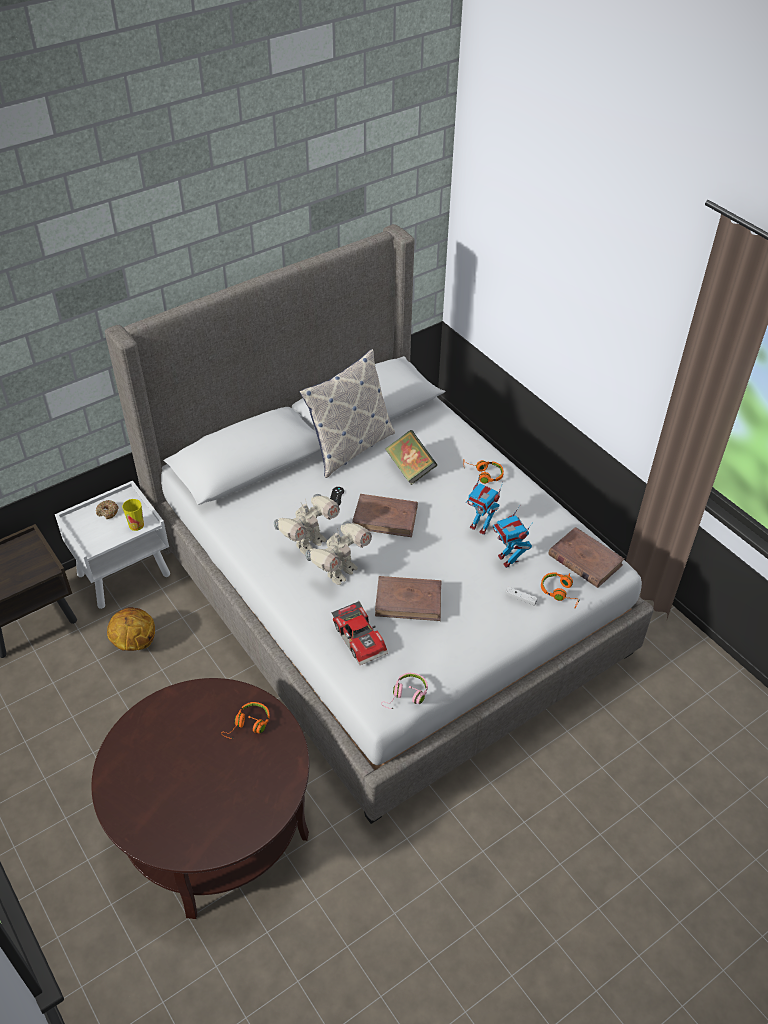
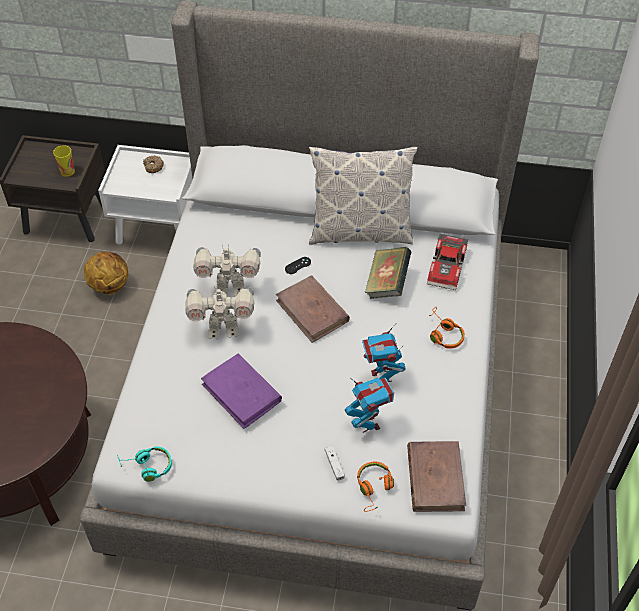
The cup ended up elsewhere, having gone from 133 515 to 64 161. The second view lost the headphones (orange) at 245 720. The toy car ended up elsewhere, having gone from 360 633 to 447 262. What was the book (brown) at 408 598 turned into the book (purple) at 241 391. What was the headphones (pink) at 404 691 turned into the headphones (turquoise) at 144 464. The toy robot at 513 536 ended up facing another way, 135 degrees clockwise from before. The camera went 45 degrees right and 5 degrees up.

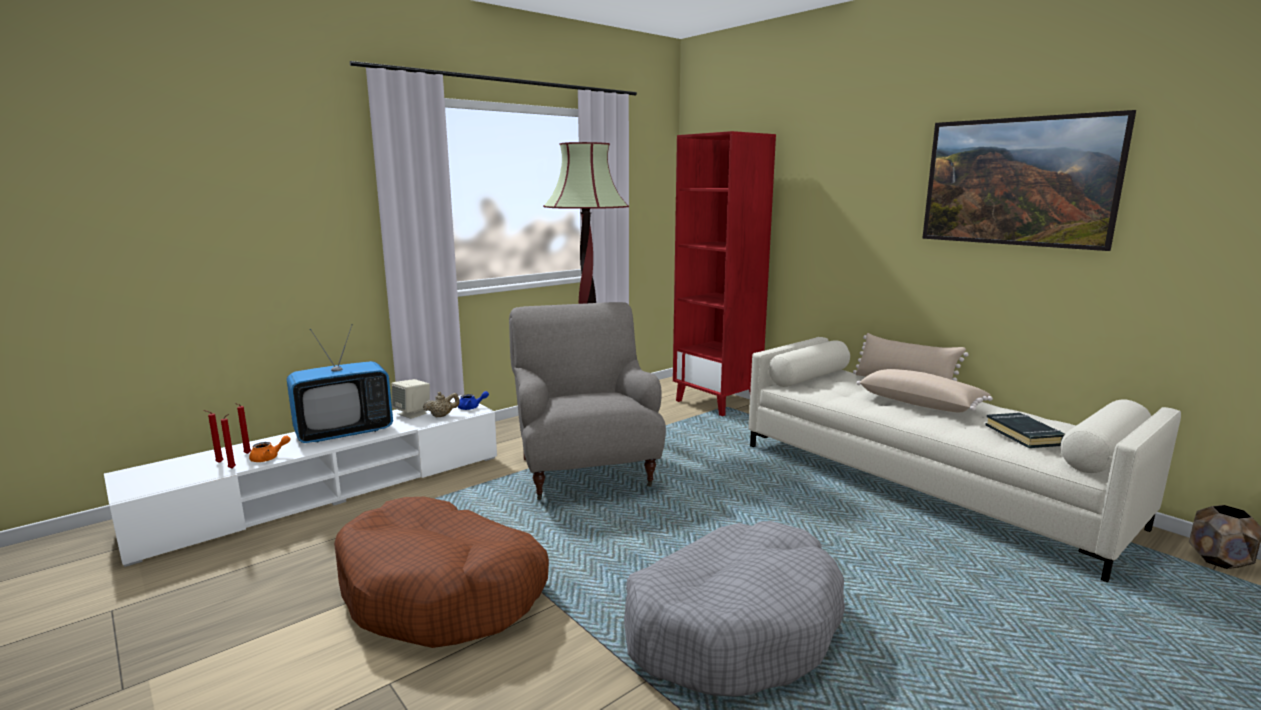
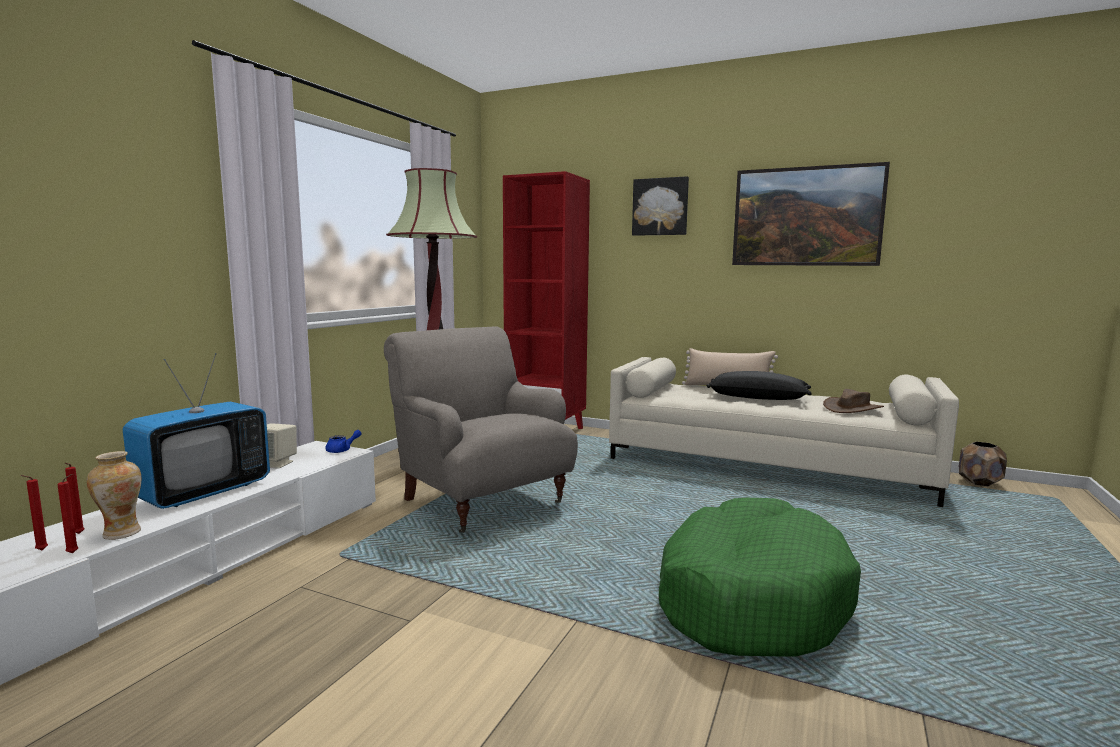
Where the teapot (orange) stood at 270 448, the vase came to stand at 114 495. The second view lost the dog bed (brown) at 441 572. The second view lost the teapot (beige) at 441 405. What was the dog bed (grey) at 734 609 turned into the dog bed (green) at 760 577. What was the pillow (beige) at 924 390 turned into the pillow (black) at 759 385. Where the book (black) stood at 1025 430, the hat (brown) came to stand at 853 401. The second view gained the picture at 660 206. The camera went 25 degrees left and 5 degrees down.

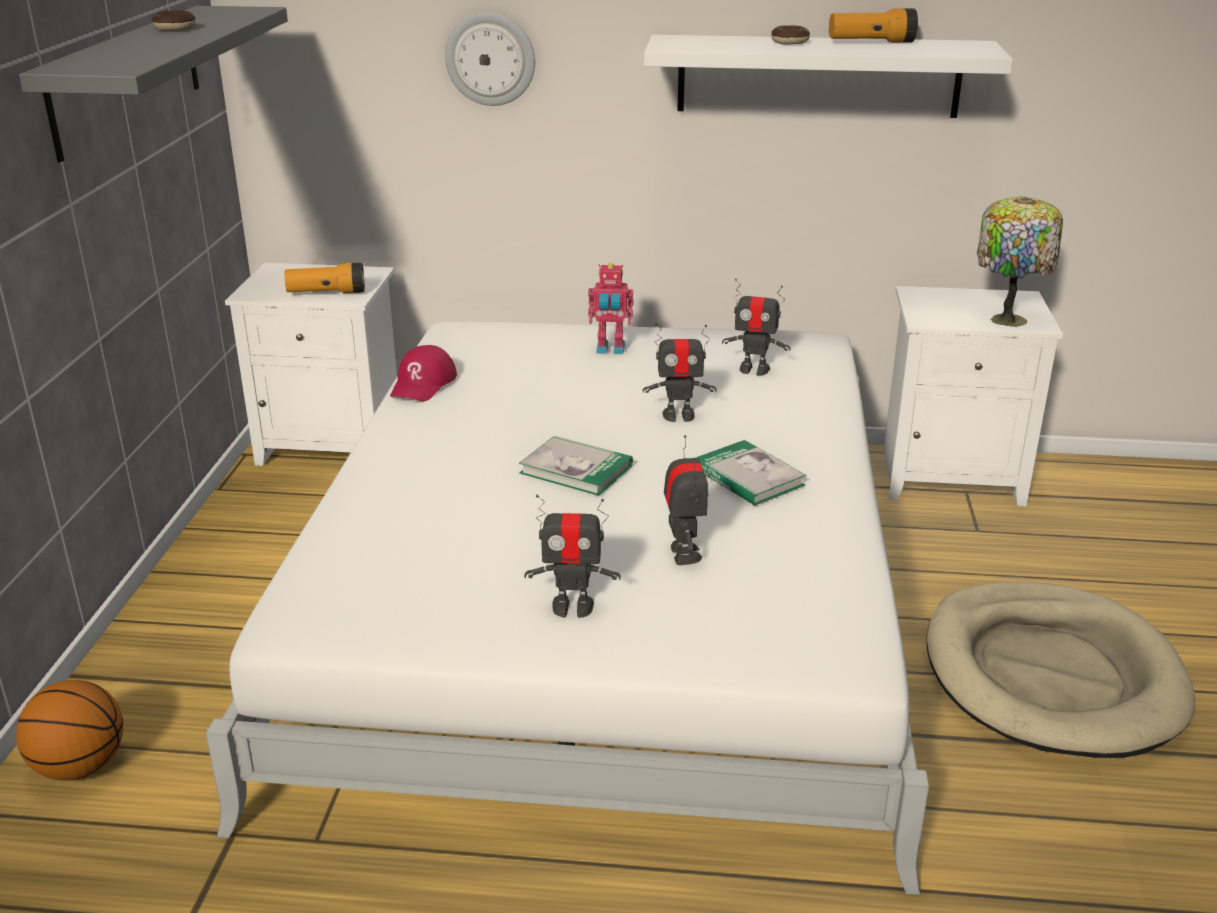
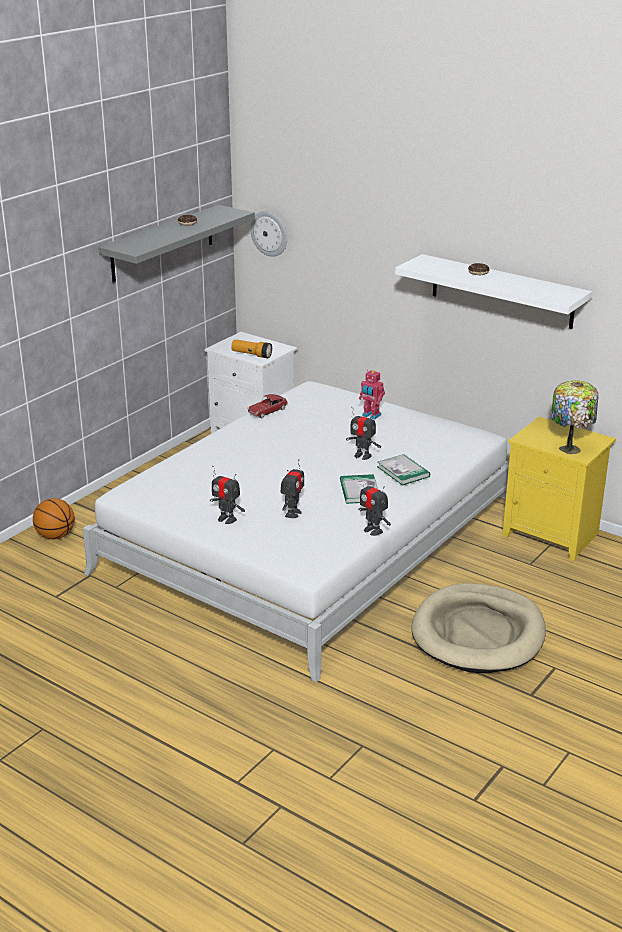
Where the cap (red) stood at 423 373, the toy car came to stand at 267 406. The wall clock ended up elsewhere, having gone from 490 59 to 268 234. The book ended up elsewhere, having gone from 576 466 to 403 470. The toy robot ended up elsewhere, having gone from 756 327 to 374 505. The second view lost the flashlight at 873 25. What was the nightstand (white) at 973 396 turned into the nightstand (yellow) at 559 489. The camera went 30 degrees right and 0 degrees up.

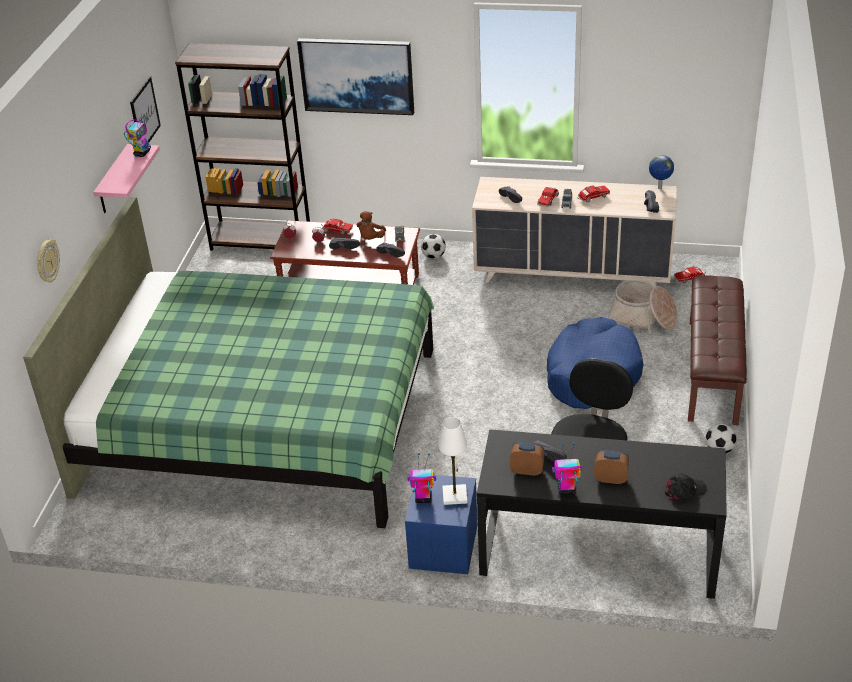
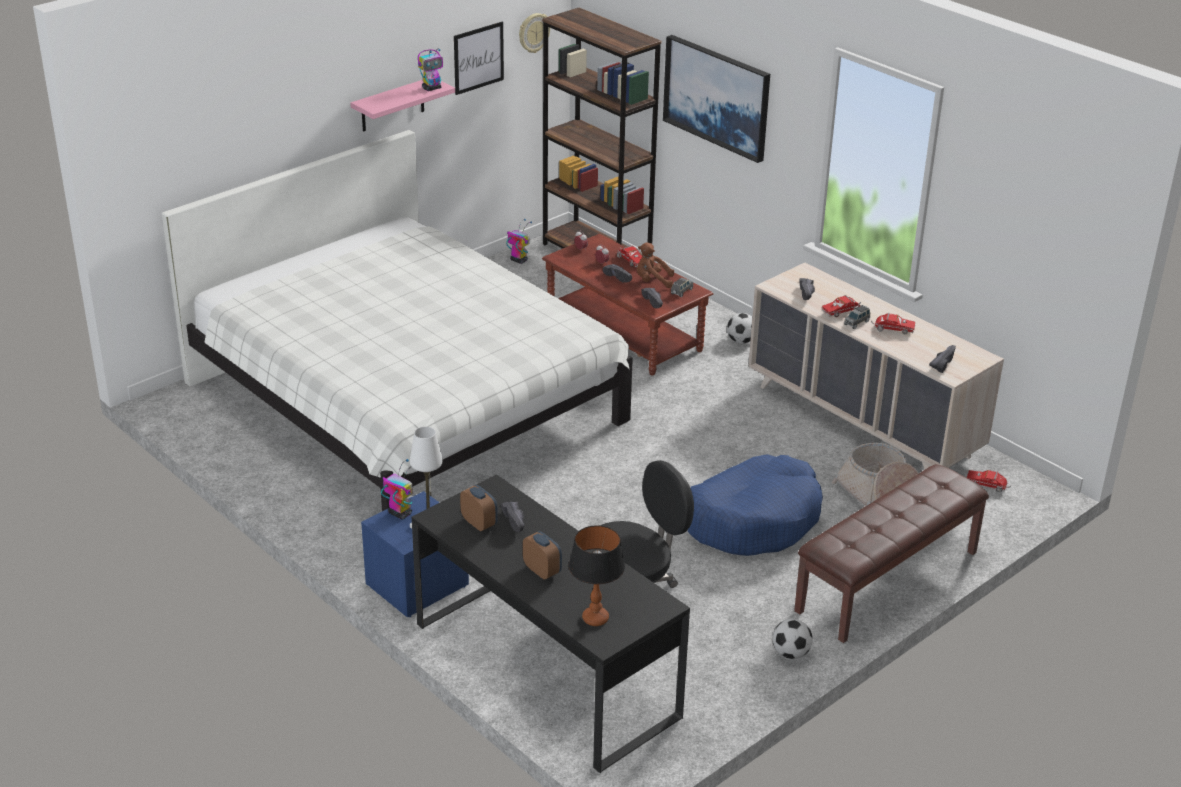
What was the bed (green) at 228 362 turned into the bed (white) at 397 320. The wall clock ended up elsewhere, having gone from 48 261 to 534 33. The plush toy (brown) at 371 225 ended up facing another way, 45 degrees clockwise from before. The toy robot ended up elsewhere, having gone from 567 468 to 519 241. The second view lost the globe at 661 172. Where the cap (black) stood at 686 487, the table lamp came to stand at 597 575. The camera went 35 degrees right and 5 degrees down.

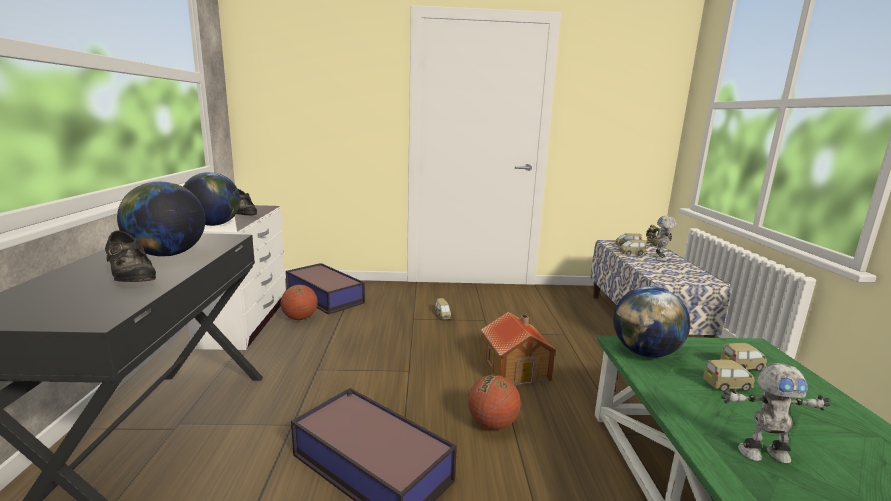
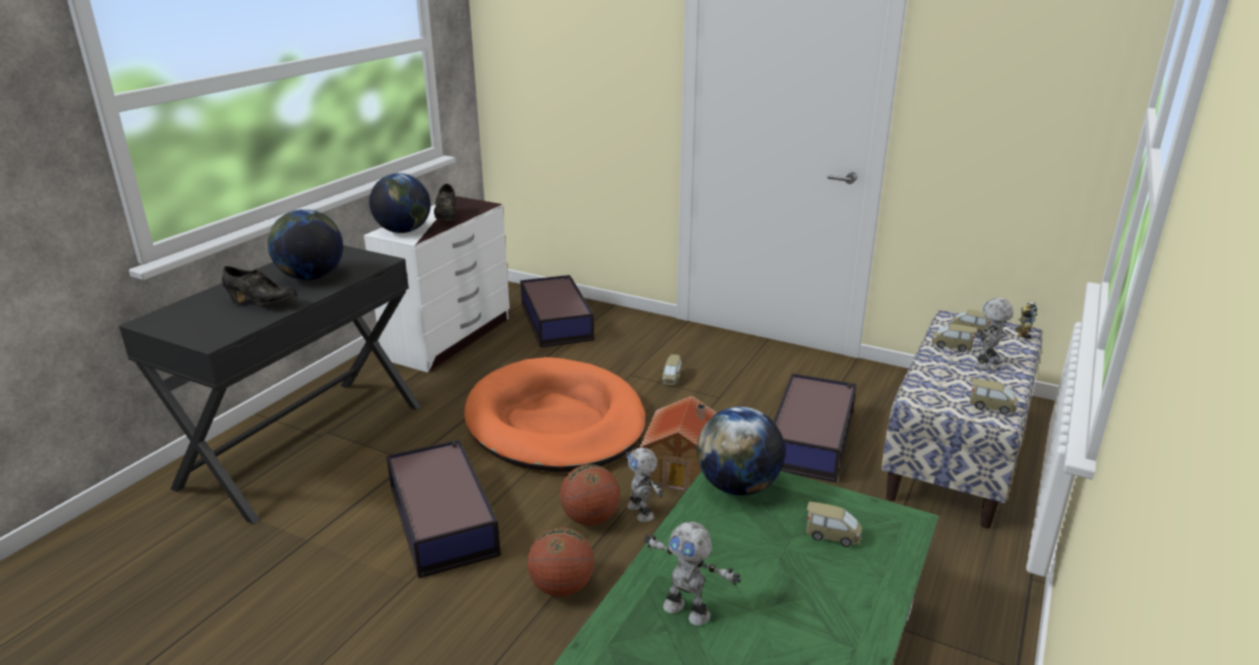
The shoe (black) at 130 256 ended up facing another way, 60 degrees counterclockwise from before. The basketball ended up elsewhere, having gone from 299 302 to 560 562. The toy car ended up elsewhere, having gone from 729 376 to 994 396. The second view gained the dog bed (orange) at 555 414. The second view gained the toy robot at 644 484. The second view gained the storage box at 815 428. The camera went 30 degrees right and 10 degrees up.

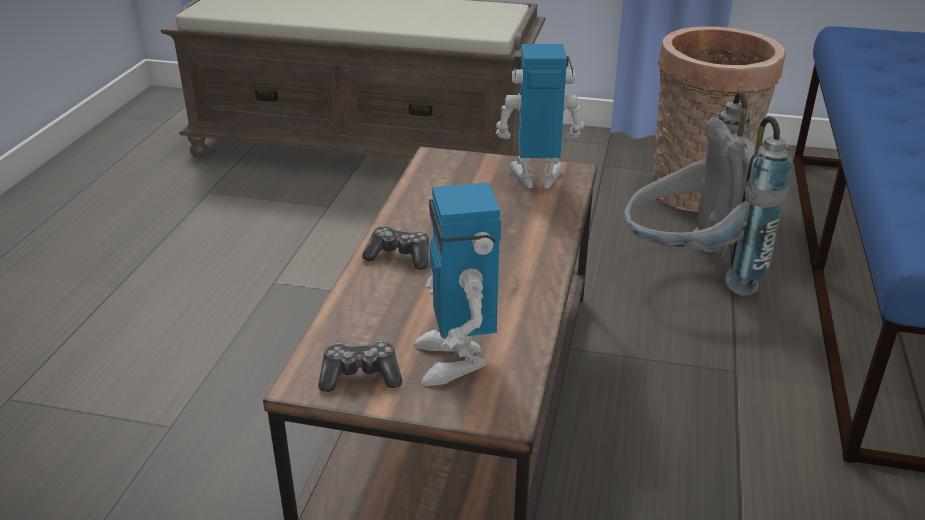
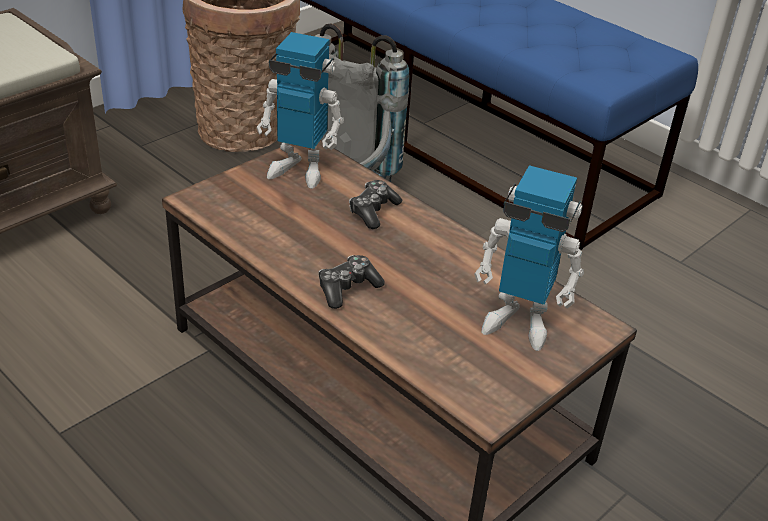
The game controller ended up elsewhere, having gone from 360 366 to 375 204. The toy robot at 539 116 ended up facing another way, 105 degrees counterclockwise from before. The camera went 60 degrees left and 5 degrees up.

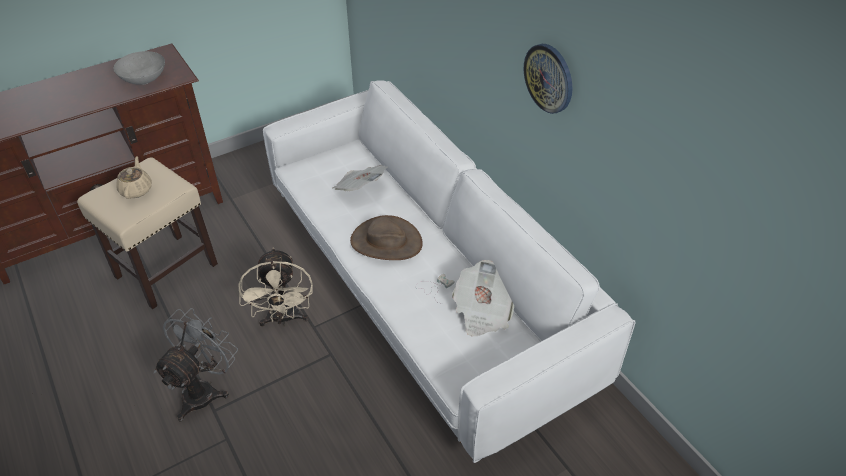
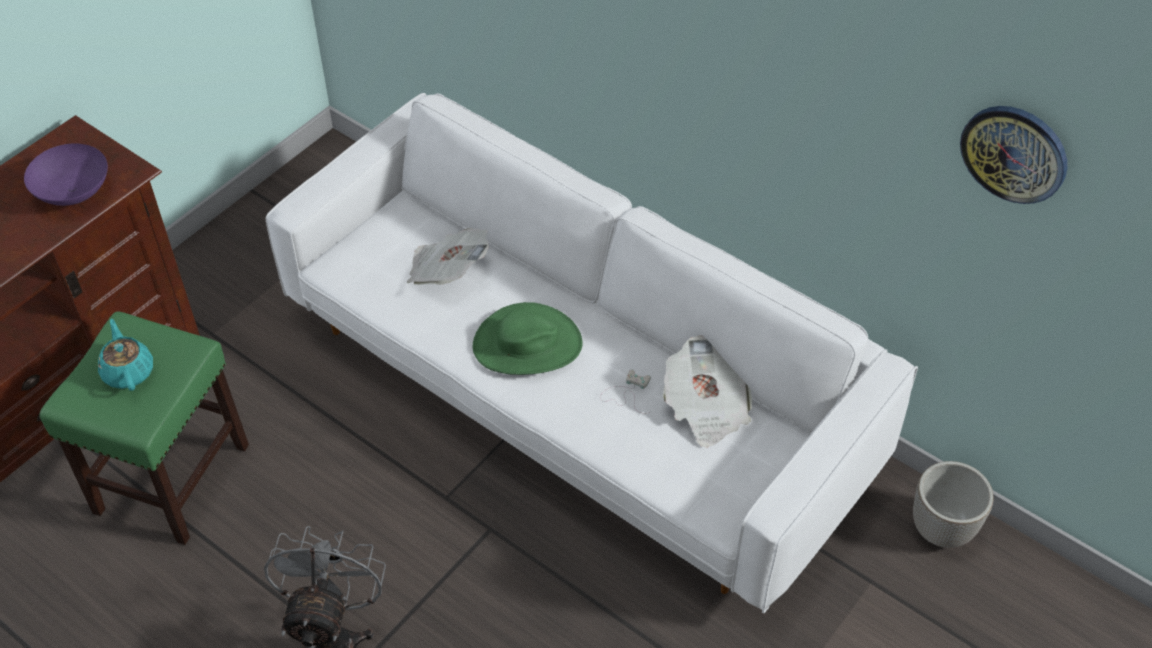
What was the stool (beige) at 147 233 turned into the stool (green) at 144 428. What was the bowl (grey) at 139 68 turned into the bowl (purple) at 66 174. What was the teapot (beige) at 134 177 turned into the teapot (turquoise) at 125 355. The second view lost the fan (beige) at 275 287. What was the hat (brown) at 386 237 turned into the hat (green) at 528 338. The wall clock ended up elsewhere, having gone from 548 79 to 1013 155. The second view gained the planter at 953 504. The camera went 20 degrees left and 5 degrees up.

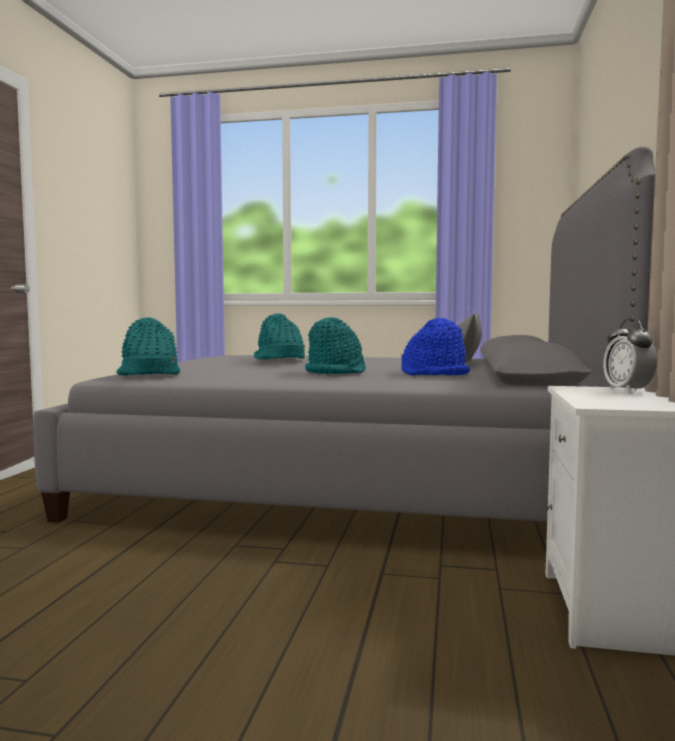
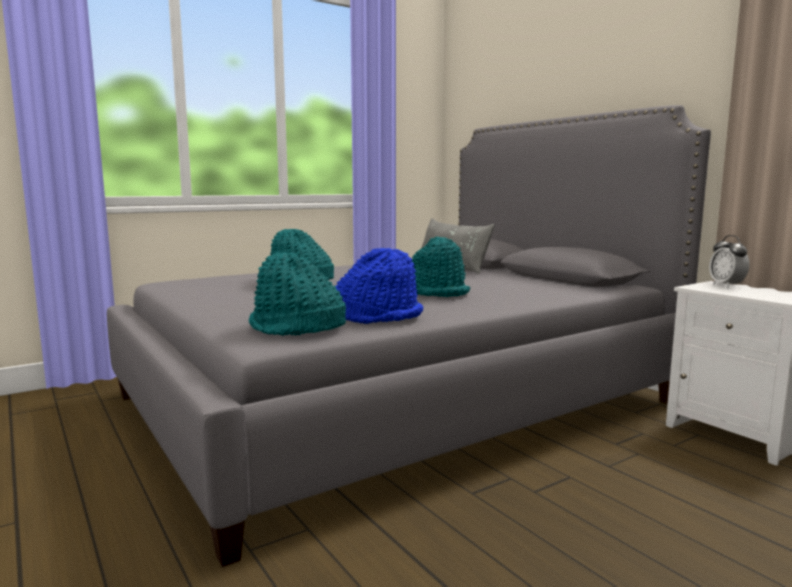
The hat (blue) ended up elsewhere, having gone from 435 347 to 379 286. The alarm clock at 630 355 ended up facing another way, 45 degrees clockwise from before. The camera went 45 degrees left and 5 degrees up.

